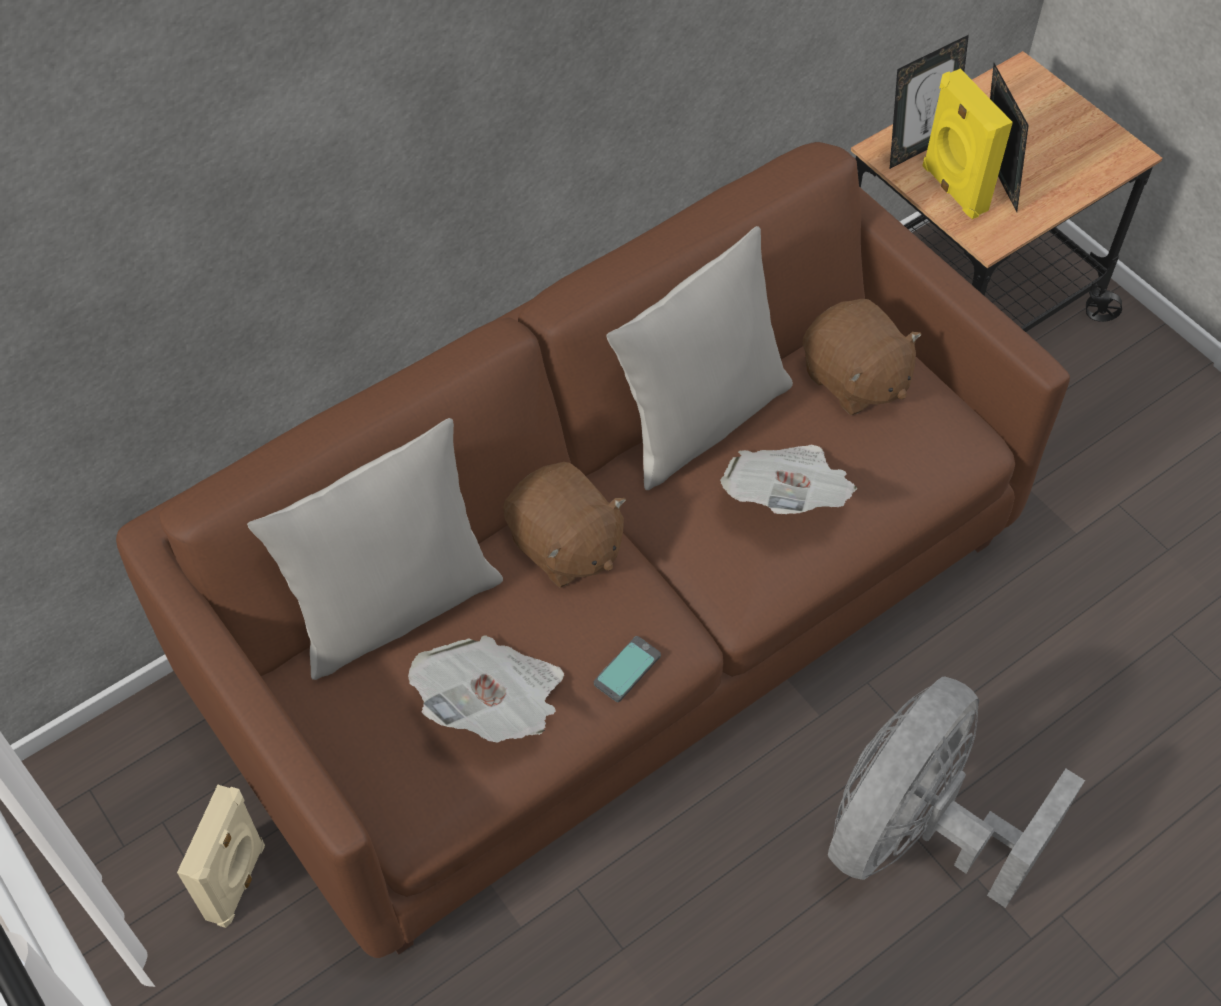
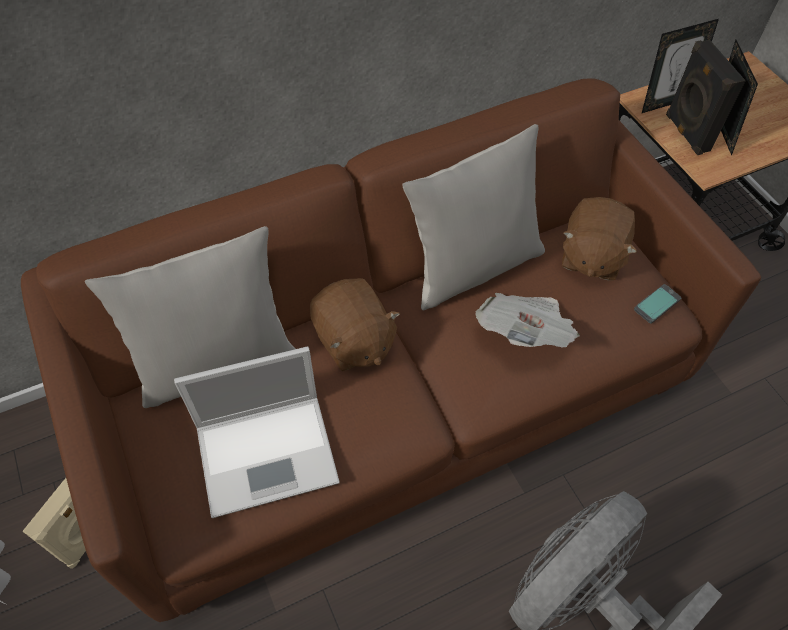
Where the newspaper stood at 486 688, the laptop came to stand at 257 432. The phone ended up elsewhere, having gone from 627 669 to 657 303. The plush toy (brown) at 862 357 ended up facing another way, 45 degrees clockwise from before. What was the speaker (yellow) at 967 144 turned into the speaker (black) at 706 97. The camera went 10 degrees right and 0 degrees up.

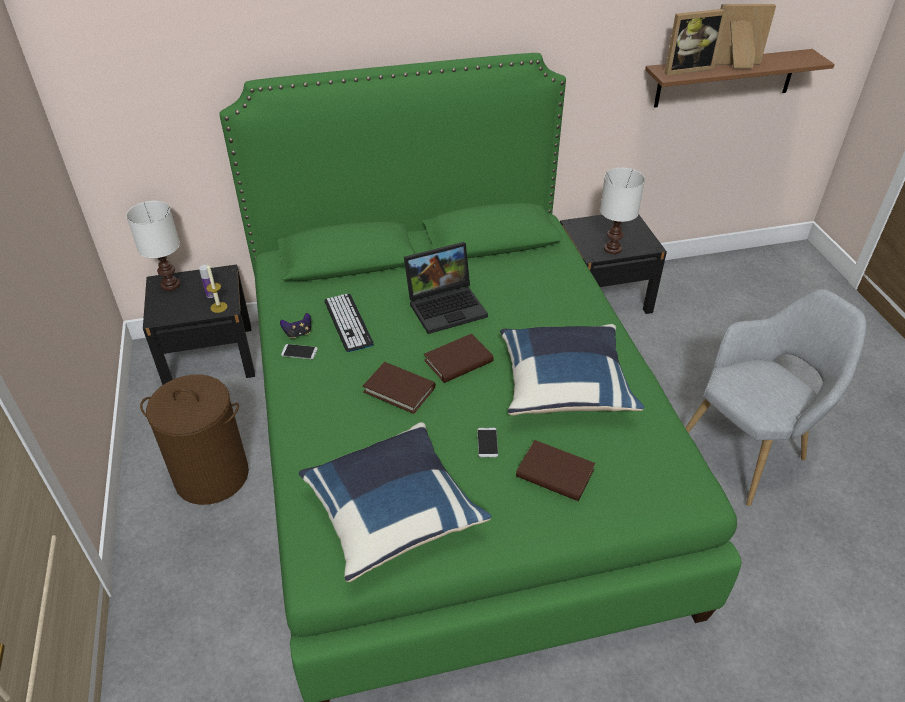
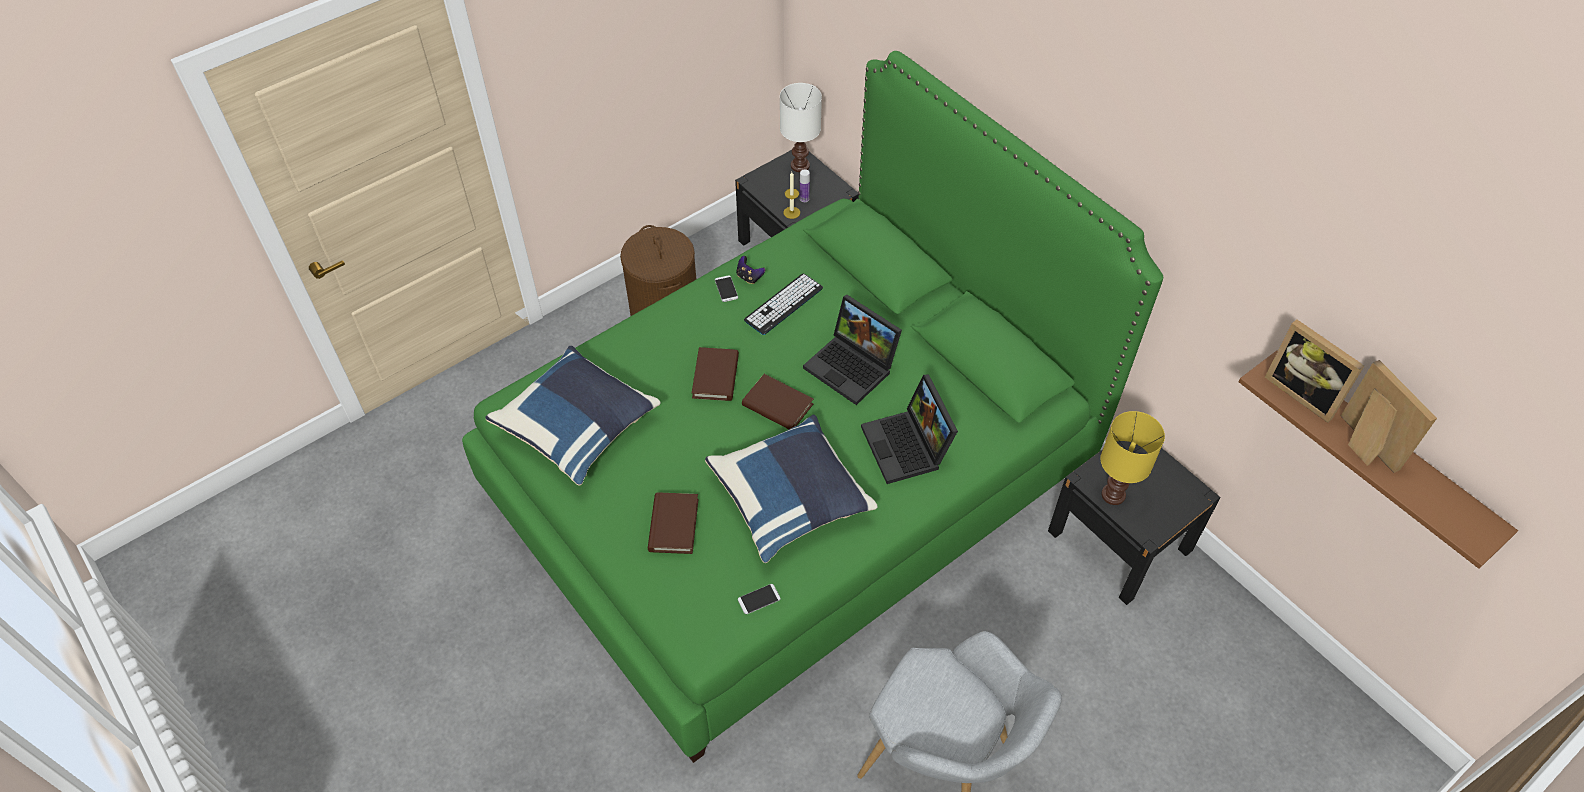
The phone ended up elsewhere, having gone from 487 442 to 759 599. What was the table lamp (white) at 622 211 turned into the table lamp (yellow) at 1132 458. The second view gained the laptop at 909 429. The camera went 65 degrees right and 10 degrees up.

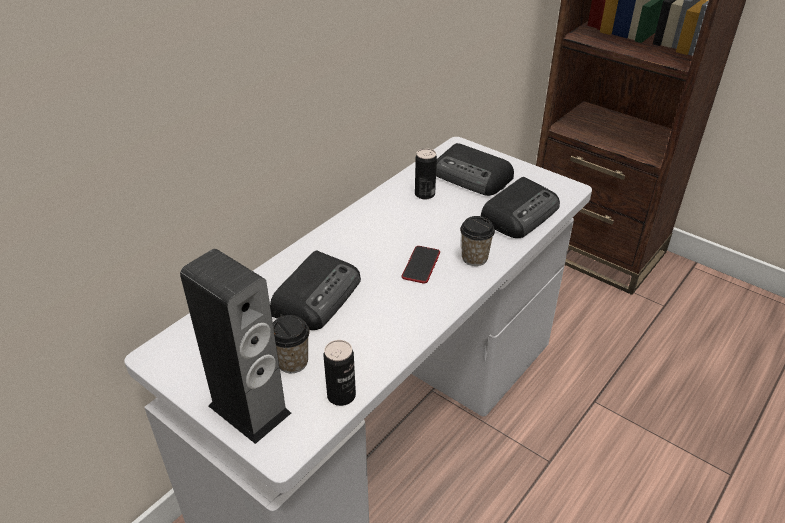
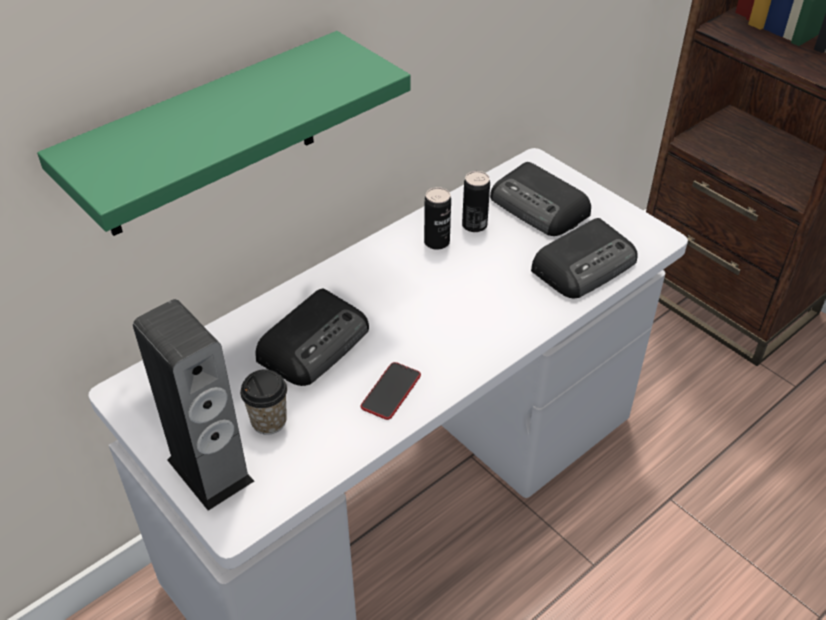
The can ended up elsewhere, having gone from 339 373 to 437 218. The phone ended up elsewhere, having gone from 421 265 to 390 391. The second view lost the cup at 477 241. The second view gained the shelf (green) at 224 133. The camera went 10 degrees right and 5 degrees up.

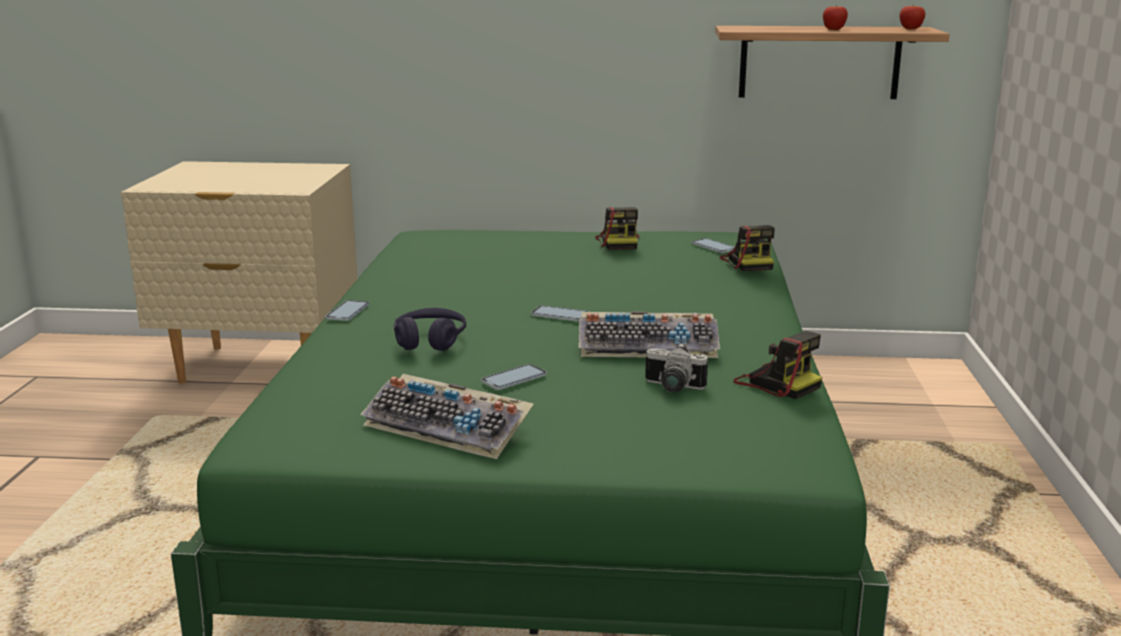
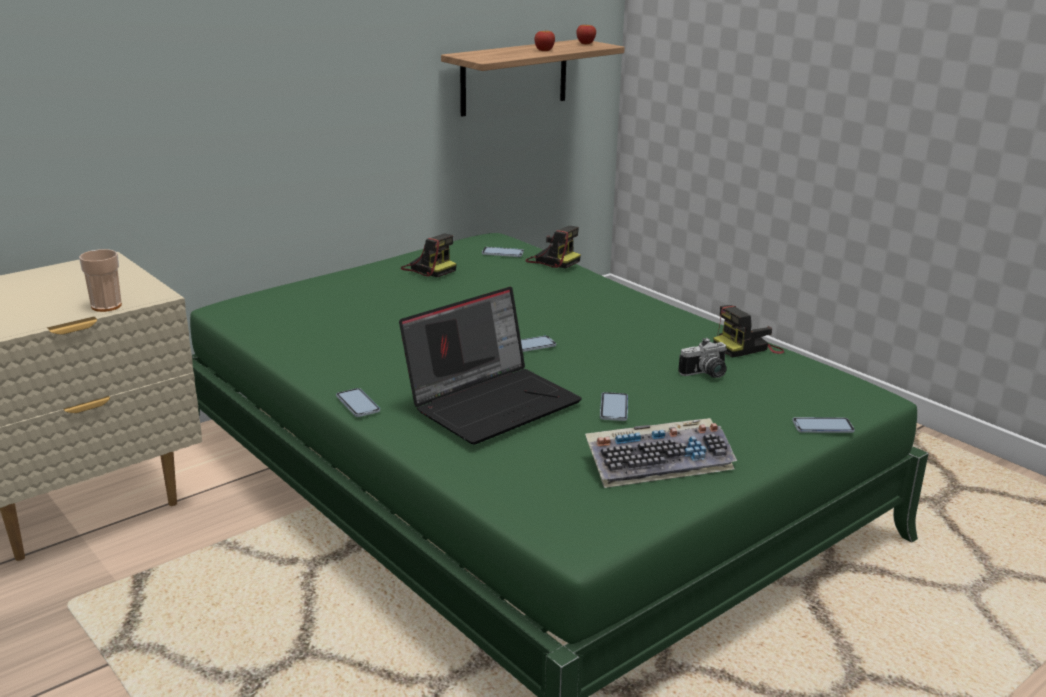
Where the headphones (purple) stood at 430 329, the laptop came to stand at 490 366. The second view lost the keyboard at 649 334. The photo camera at 777 365 ended up facing another way, 150 degrees clockwise from before. The second view gained the cup at 100 280. The second view gained the phone at 823 425. The camera went 45 degrees left and 5 degrees up.

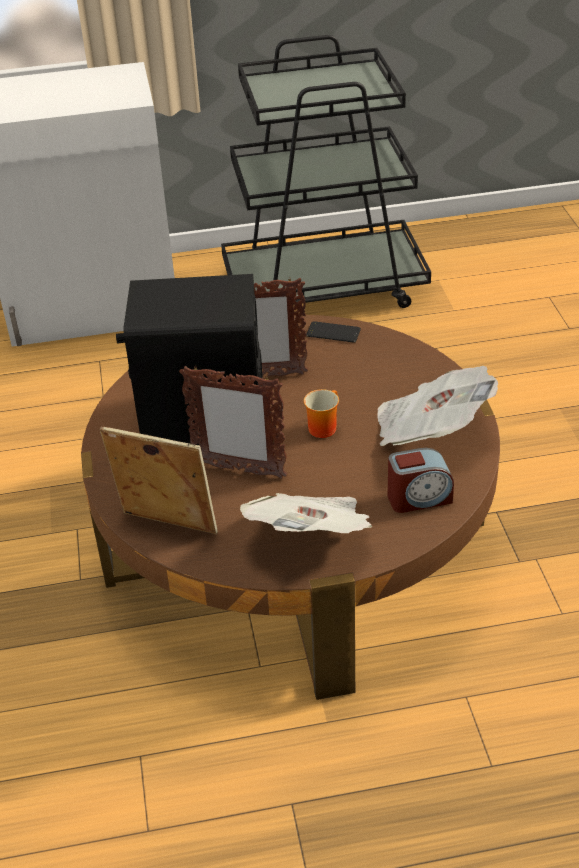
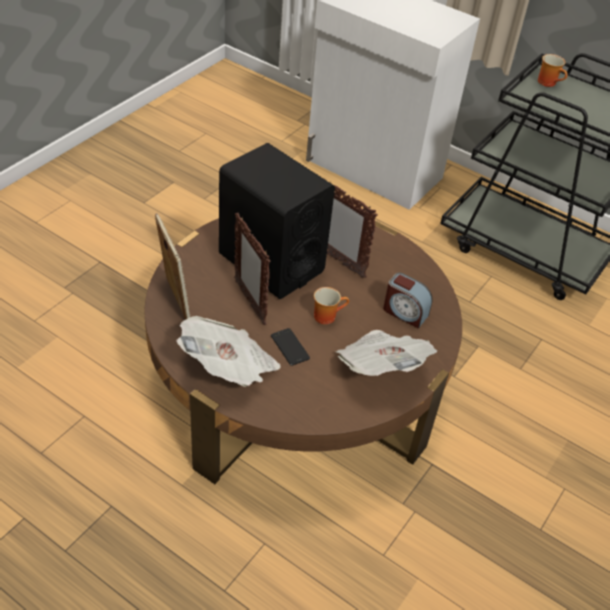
The phone ended up elsewhere, having gone from 333 332 to 290 347. The alarm clock ended up elsewhere, having gone from 421 480 to 408 300. The second view gained the mug at 552 70. The camera went 40 degrees right and 5 degrees up.

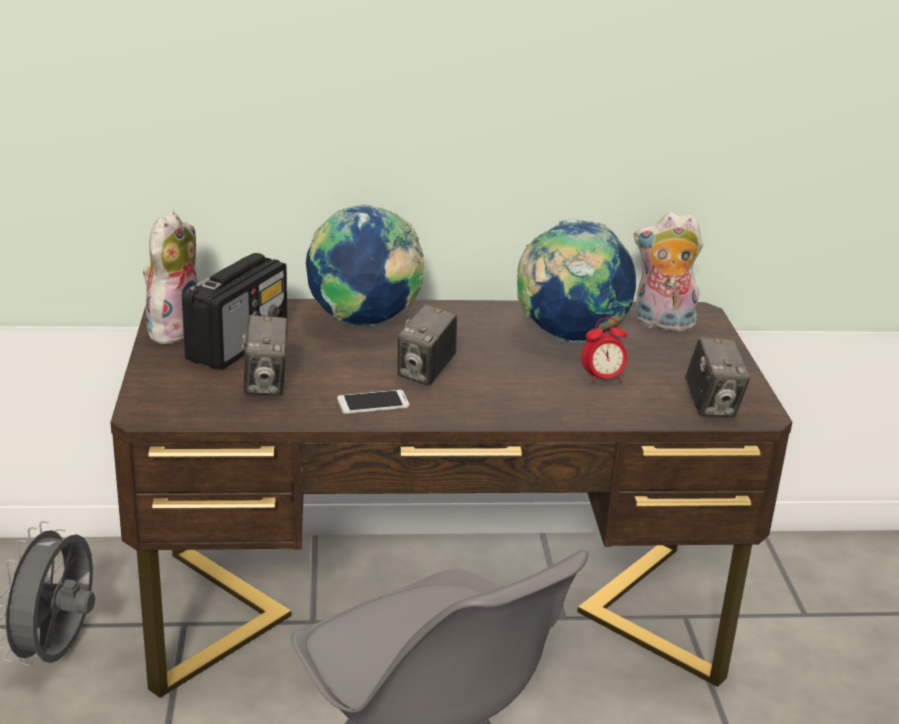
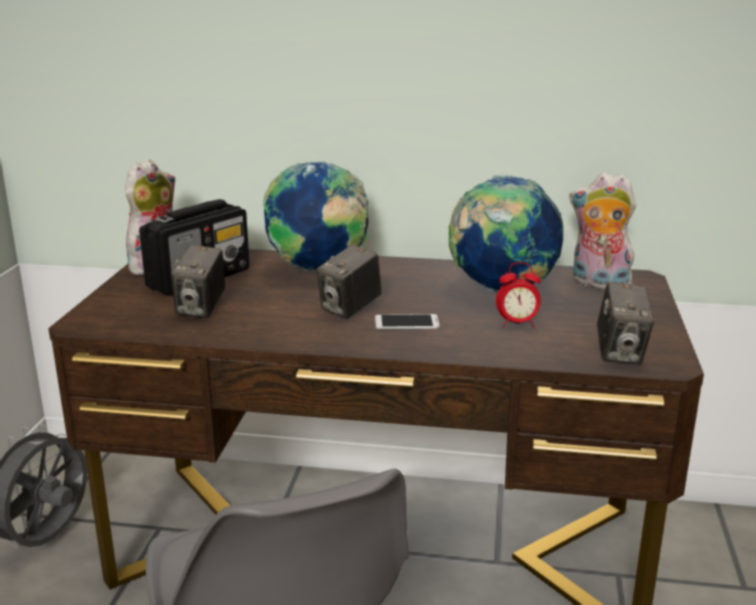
The phone ended up elsewhere, having gone from 373 402 to 407 322. The camera went 15 degrees right and 5 degrees down.

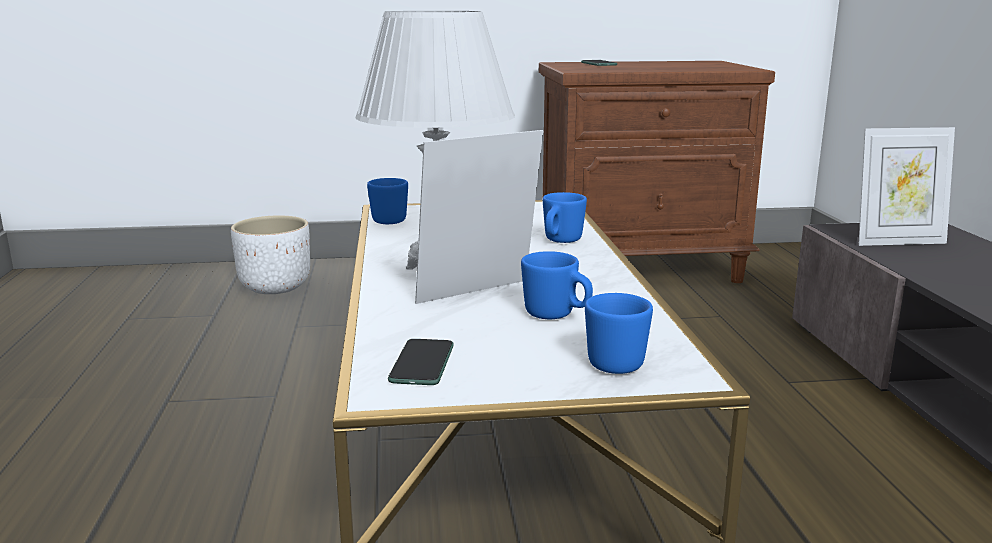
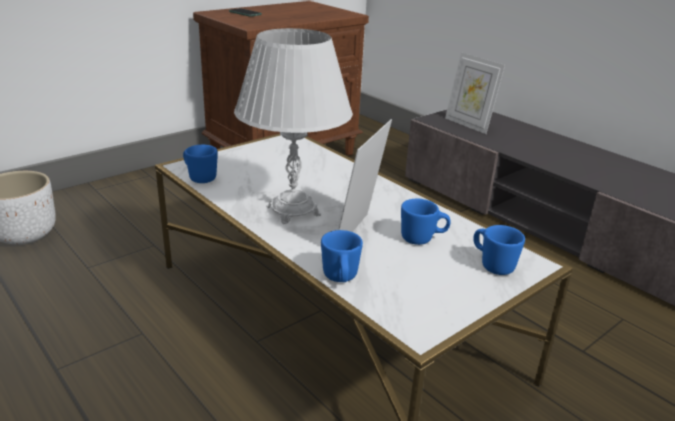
The second view lost the phone at 421 362. The mug (blue) ended up elsewhere, having gone from 565 217 to 342 256. The picture frame at 906 186 ended up facing another way, 90 degrees clockwise from before. The camera went 35 degrees left and 10 degrees up.

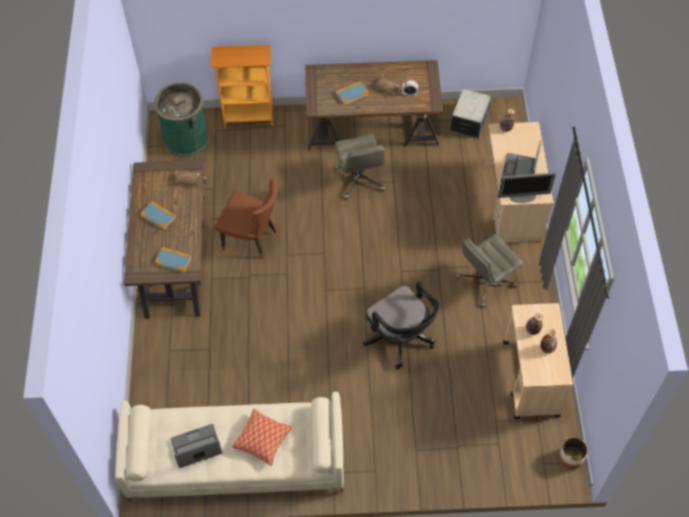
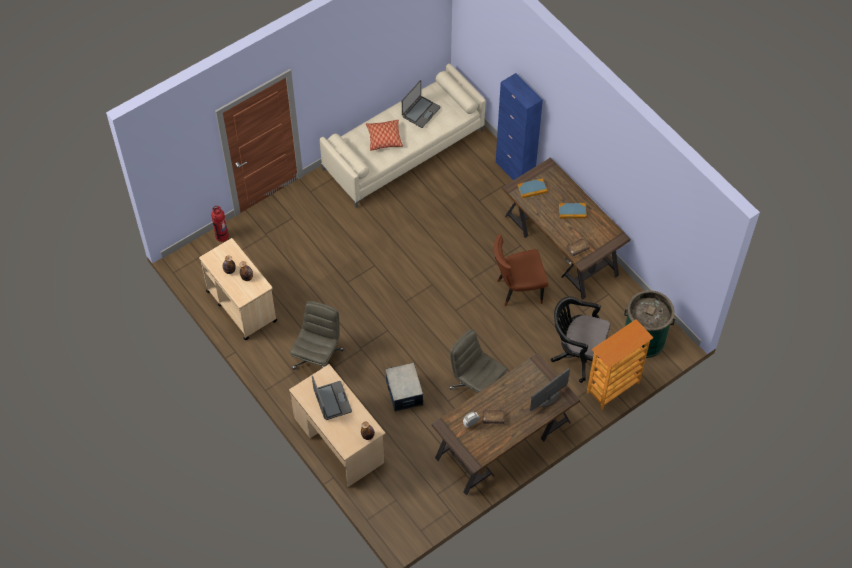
The second view lost the book at 352 93. The office chair (black) ended up elsewhere, having gone from 401 325 to 580 340. The storage box ended up elsewhere, having gone from 470 113 to 404 388. The monitor ended up elsewhere, having gone from 527 187 to 550 389. The second view lost the planter at 573 453. The second view gained the fire extinguisher at 220 224. The second view gained the cabinet (blue) at 519 126. The camera went 145 degrees right and 0 degrees up.

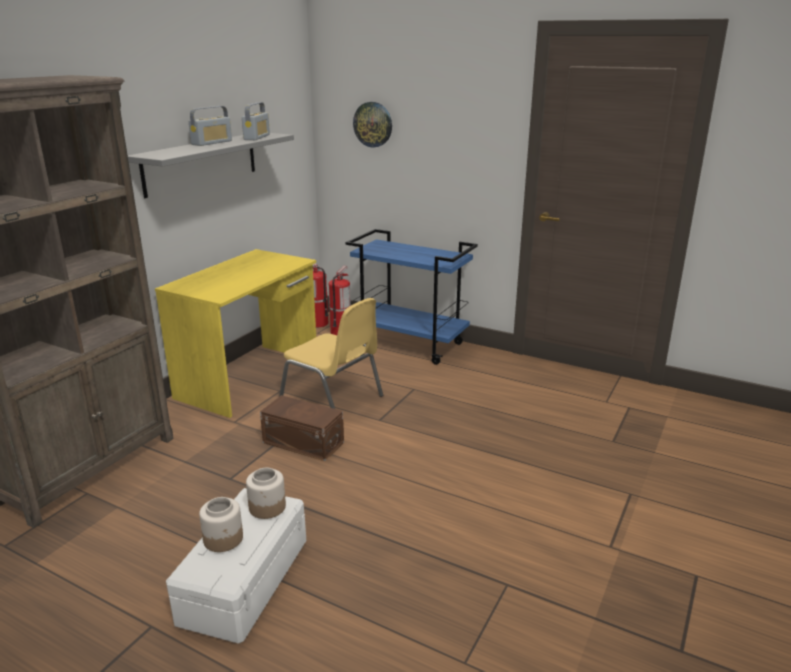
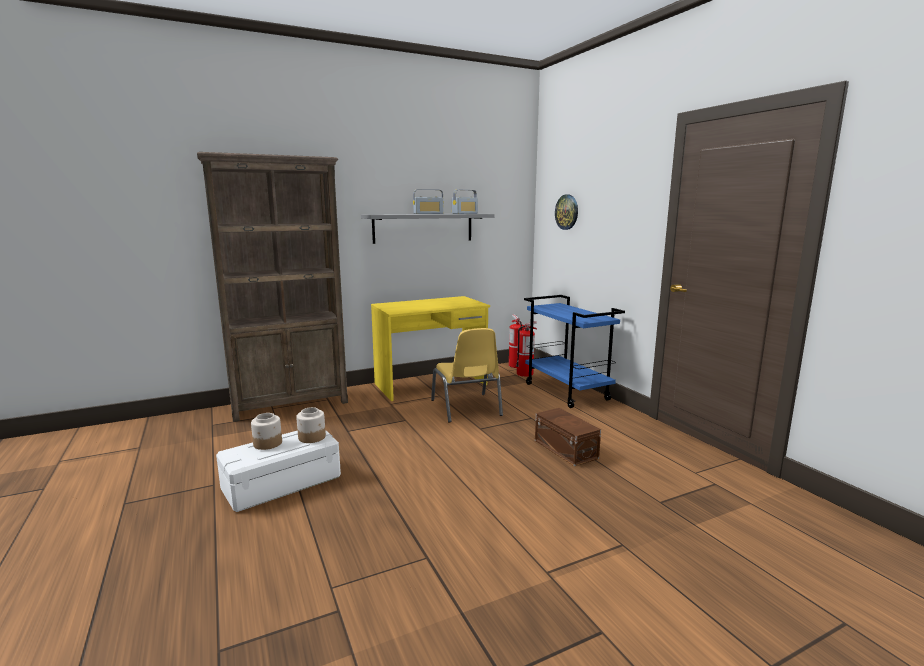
The storage box (brown) ended up elsewhere, having gone from 302 428 to 568 437. The camera went 35 degrees right and 10 degrees down.

